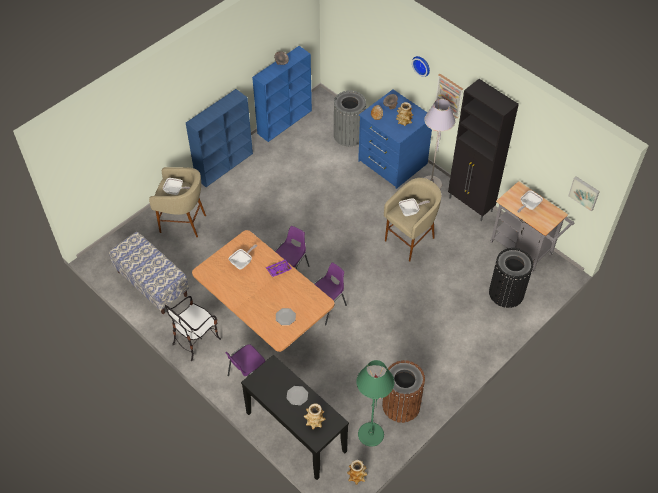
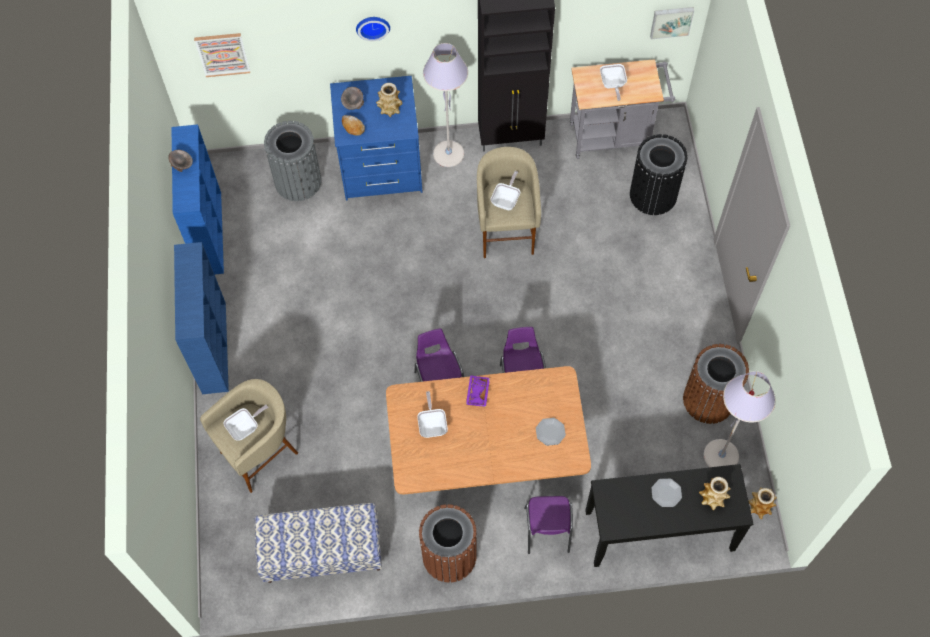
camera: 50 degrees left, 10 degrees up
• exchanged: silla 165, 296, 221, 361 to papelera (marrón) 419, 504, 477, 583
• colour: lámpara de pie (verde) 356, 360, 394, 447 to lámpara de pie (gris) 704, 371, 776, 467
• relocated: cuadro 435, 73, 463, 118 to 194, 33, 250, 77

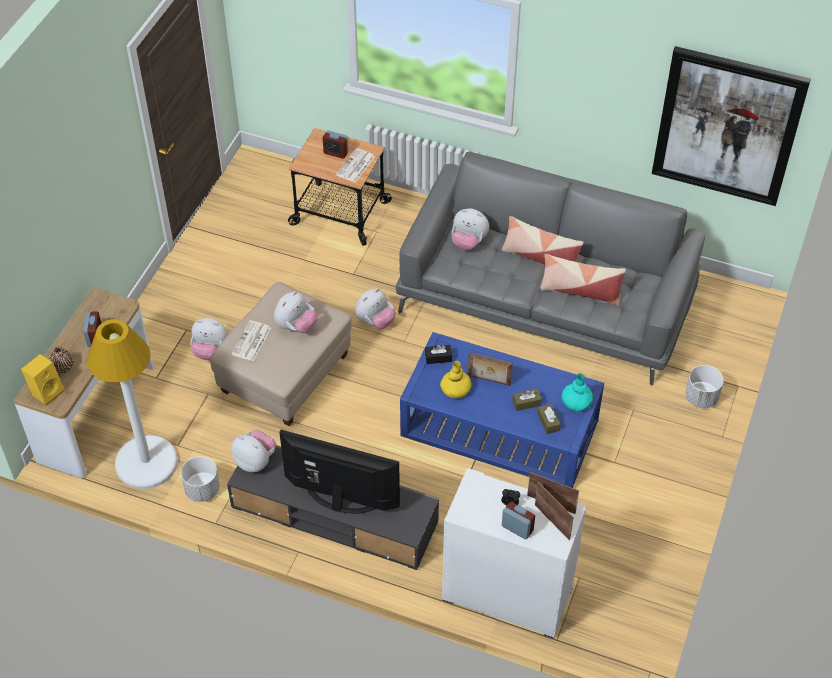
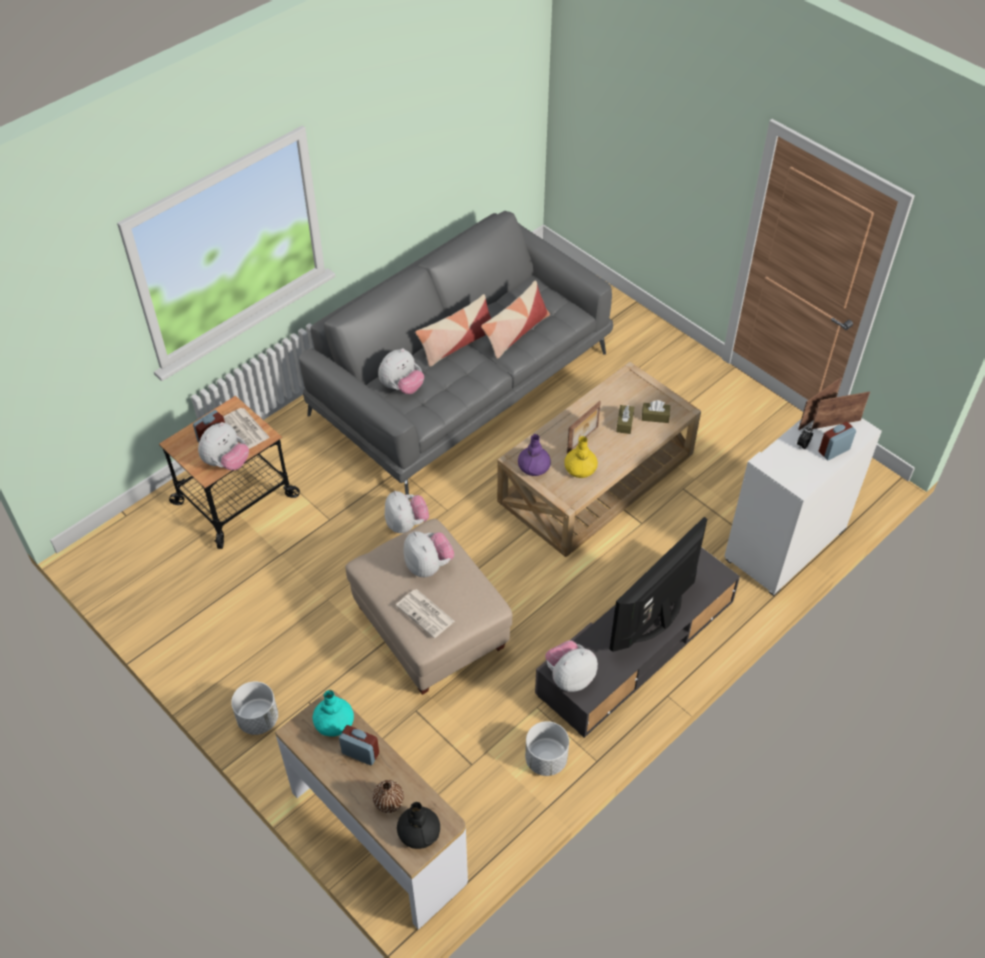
camera: 65 degrees left, 0 degrees up
• exchanged: altavoz (amarillo) 21, 354, 64, 406 to florero (negro) 397, 802, 440, 849
• missing: lámpara de pie (blanco) 87, 319, 178, 489
• relocated: peluche 190, 318, 228, 360 to 198, 422, 249, 470
• colour: mesa de centro (azul) 400, 332, 604, 488 to mesa de centro (beis) 497, 362, 701, 557
• exchanged: caja de pañuelos (negro) 425, 345, 452, 364 to florero (morado) 518, 434, 551, 476
• relocated: florero (turquesa) 561, 373, 593, 411 to 313, 690, 354, 737
• missing: cuadro 652, 46, 811, 206
• relocated: maceta (blanco) 685, 365, 724, 408 to 231, 681, 278, 735

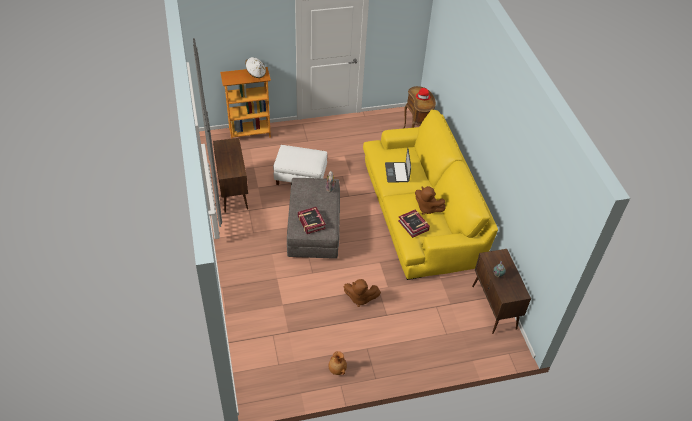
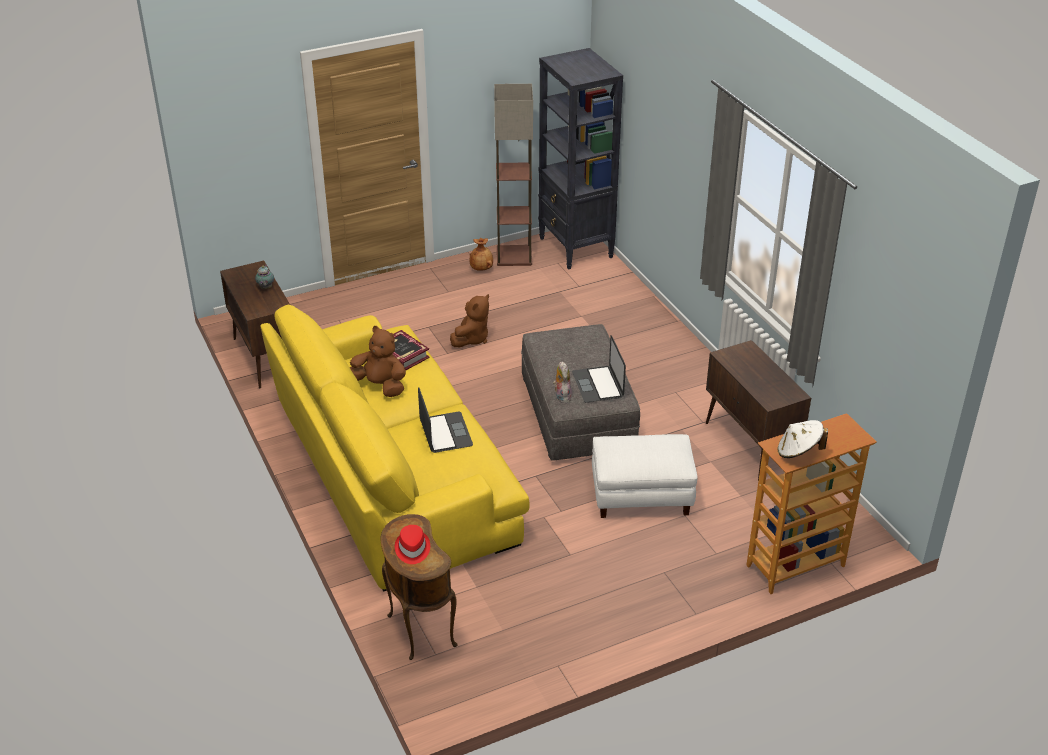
camera: 170 degrees right, 10 degrees down
• missing: libro 298, 207, 326, 234
• spun: peluche (marrón) 344, 279, 381, 307 = 450, 294, 489, 347 120 degrees clockwise
• appeared: lámpara de pie 494, 84, 533, 266
• appeared: estantería (negro) 538, 48, 623, 269
• appeared: portátil 572, 335, 626, 403

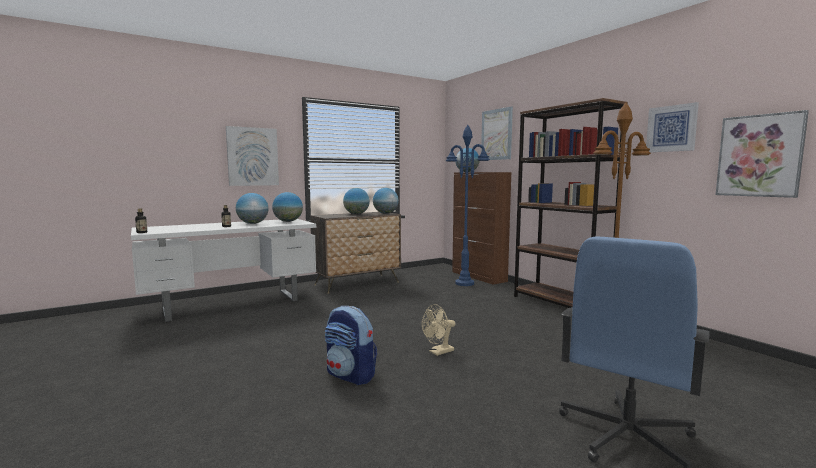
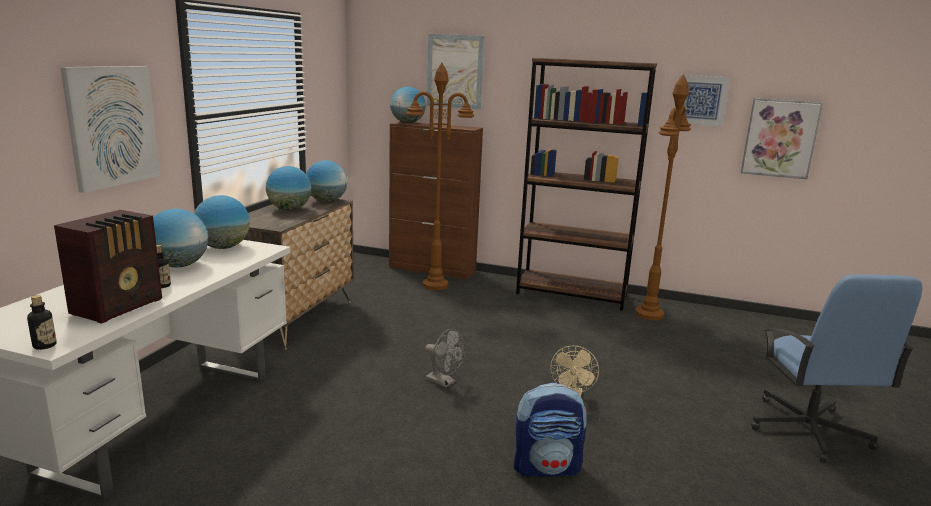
camera: 40 degrees left, 10 degrees up
• colour: lámpara de pie (azul) 446, 125, 490, 286 to lámpara de pie (marrón) 406, 63, 474, 290
• appeared: radio 54, 210, 162, 324
• appeared: ventilador (gris) 425, 329, 465, 388

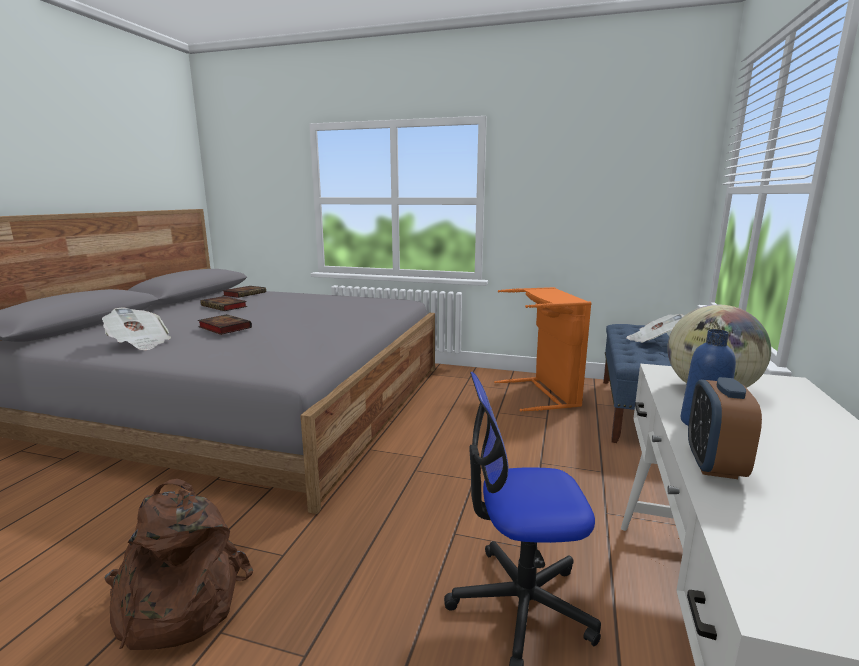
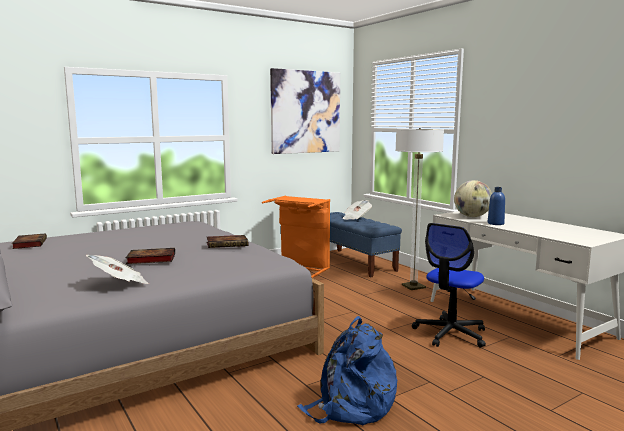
camera: 50 degrees left, 5 degrees down
• colour: mochila (marrón) 104, 479, 253, 650 to mochila (azul) 297, 316, 397, 425
• relocated: libro 200, 296, 247, 311 to 207, 235, 248, 248
• missing: despertador 688, 377, 762, 479
• appeared: cuadro 270, 68, 340, 154
• appeared: lámpara de pie 395, 128, 444, 290

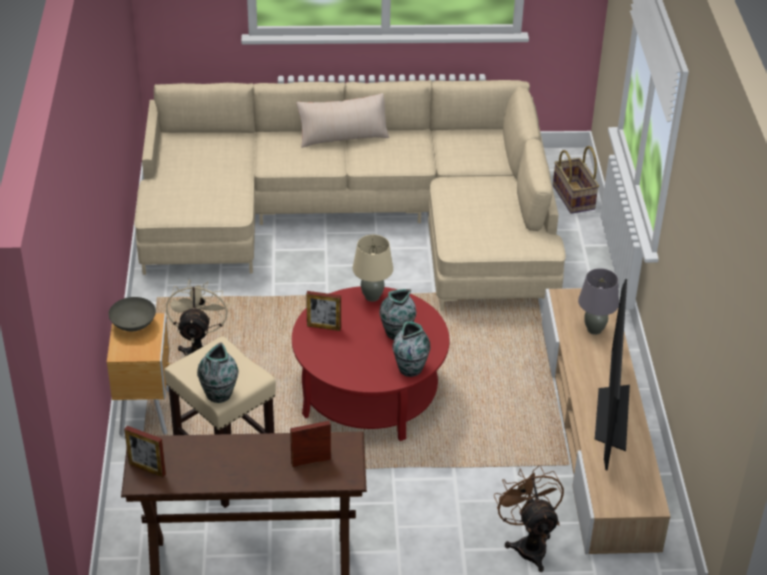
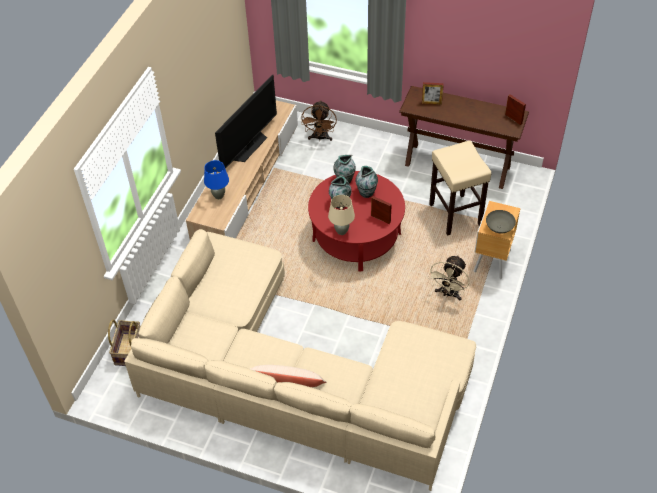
camera: 155 degrees left, 10 degrees up
• relocated: florero 197, 342, 239, 403 to 355, 166, 378, 198
• colour: lámpara de mesa (gris) 578, 268, 619, 335 to lámpara de mesa (azul) 204, 160, 229, 199

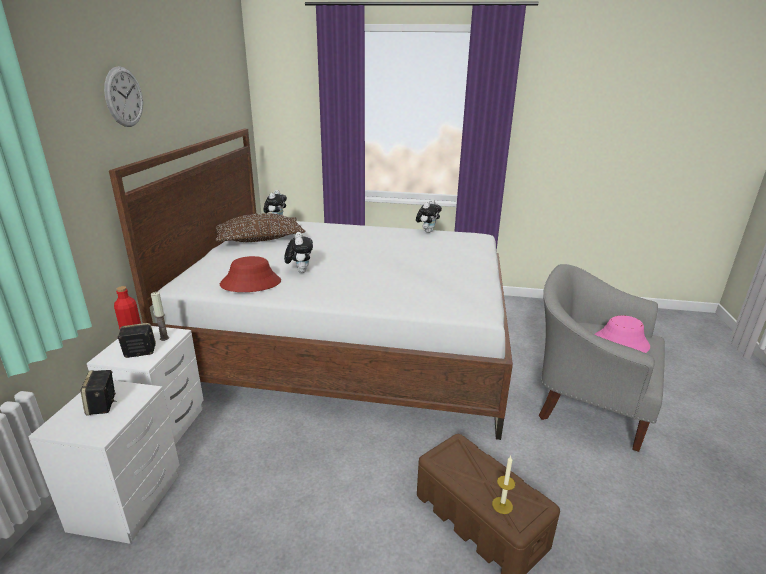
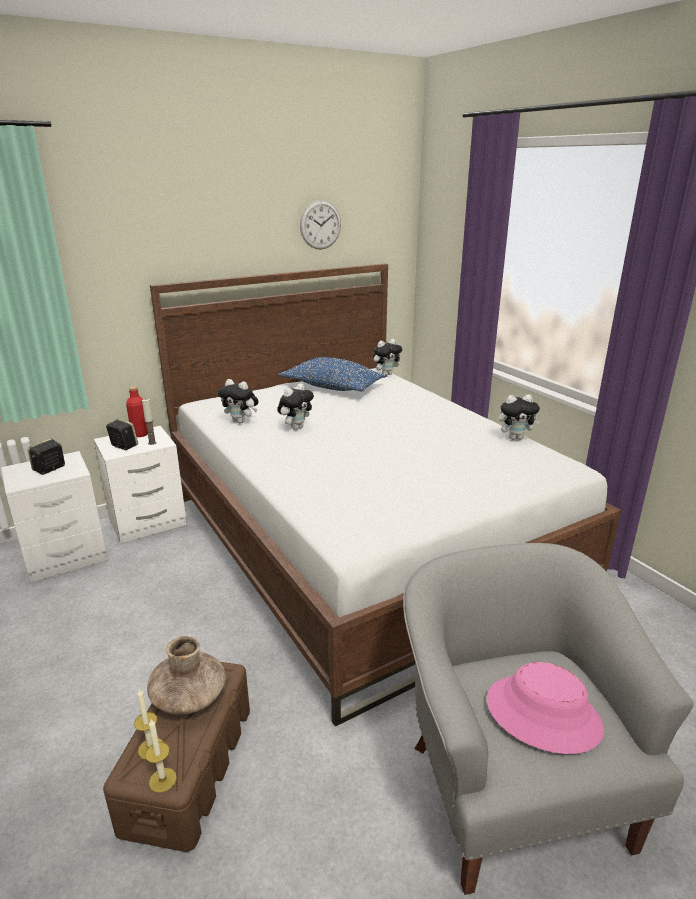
camera: 50 degrees right, 0 degrees up
• relocated: reloj de pared 104, 66, 143, 127 to 300, 200, 341, 250
• colour: cojín (marrón) 215, 213, 306, 242 to cojín (azul) 278, 357, 388, 392
• exchanged: sombrero (rojo) 220, 256, 281, 292 to peluche 218, 379, 259, 424
• appeared: vela 145, 719, 177, 793
• appeared: florero (marrón) 147, 636, 226, 714

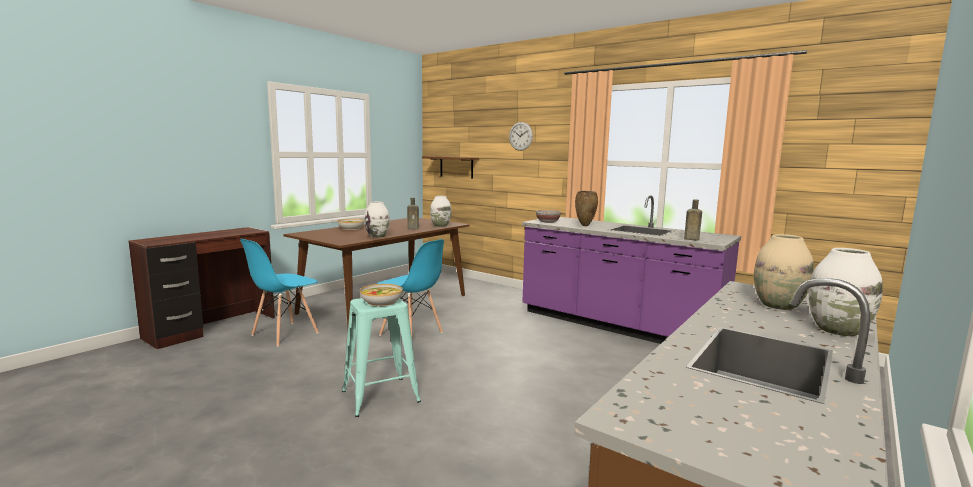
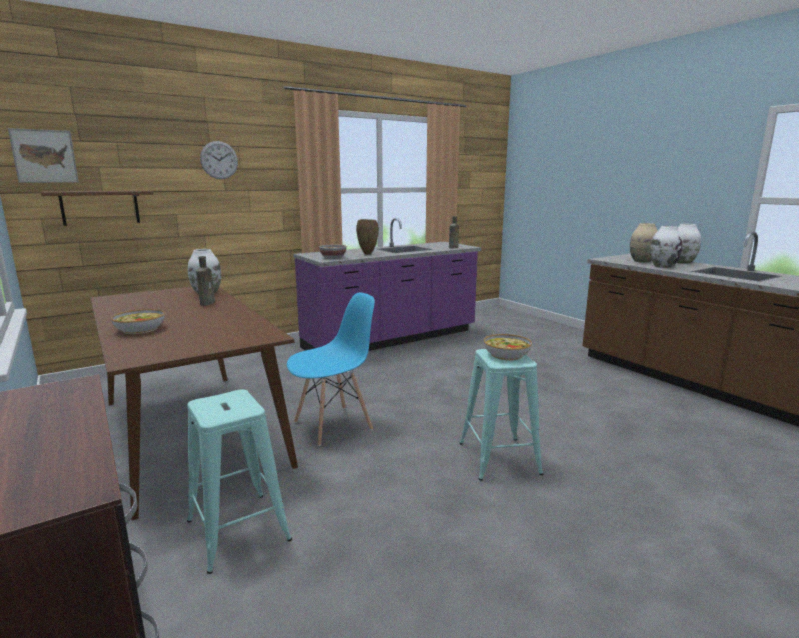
camera: 70 degrees left, 5 degrees up
• exchanged: silla (azul) 240, 239, 319, 347 to taburete (turquesa) 187, 389, 292, 574
• relocated: florero (blanco) 364, 202, 390, 238 to 650, 226, 683, 268
• appeared: cuadro 8, 128, 79, 183

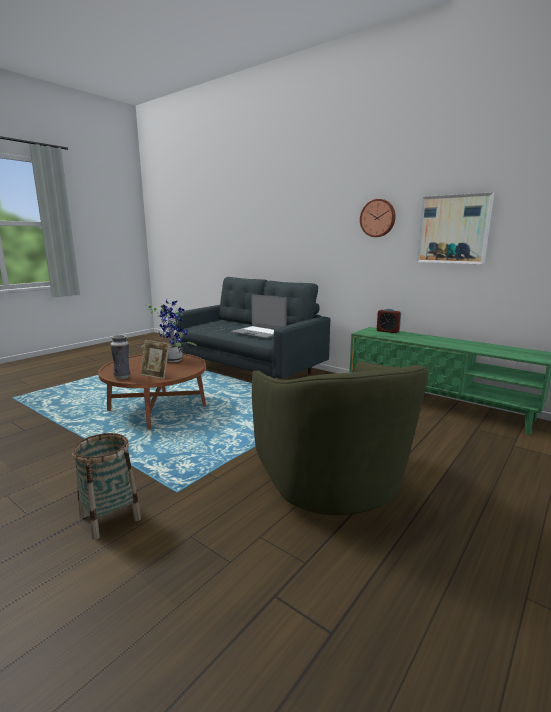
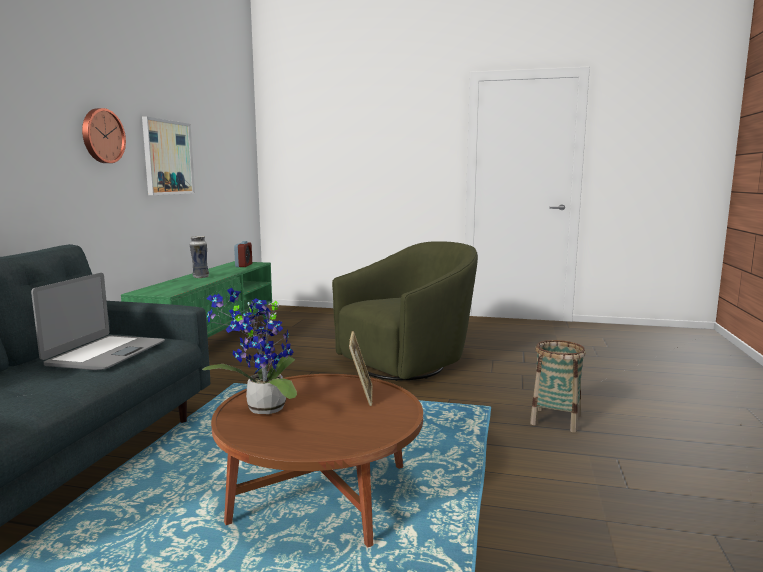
camera: 115 degrees left, 5 degrees down
• relocated: florero 111, 335, 131, 379 to 190, 236, 209, 278
• relocated: despertador 377, 308, 401, 333 to 234, 241, 252, 267

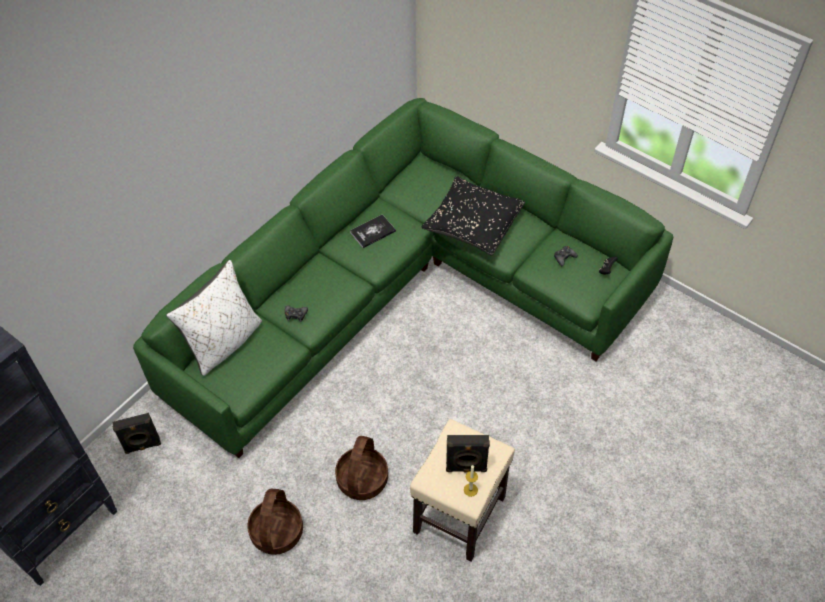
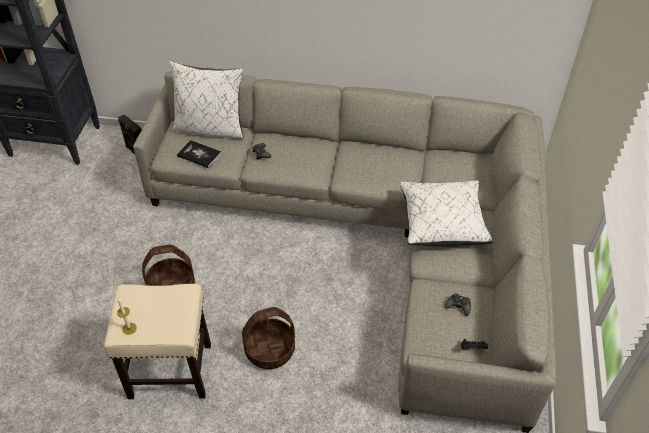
camera: 60 degrees right, 5 degrees down
• colour: sofá (verde) 133, 98, 673, 458 to sofá (gris) 133, 71, 556, 433
• relocated: cesta 247, 489, 303, 555 to 242, 307, 295, 369
• relocated: libro 350, 214, 396, 248 to 177, 140, 222, 168
• colour: cojín (negro) 421, 176, 525, 255 to cojín (blanco) 400, 181, 493, 247
• missing: altavoz (negro) 446, 435, 490, 472

